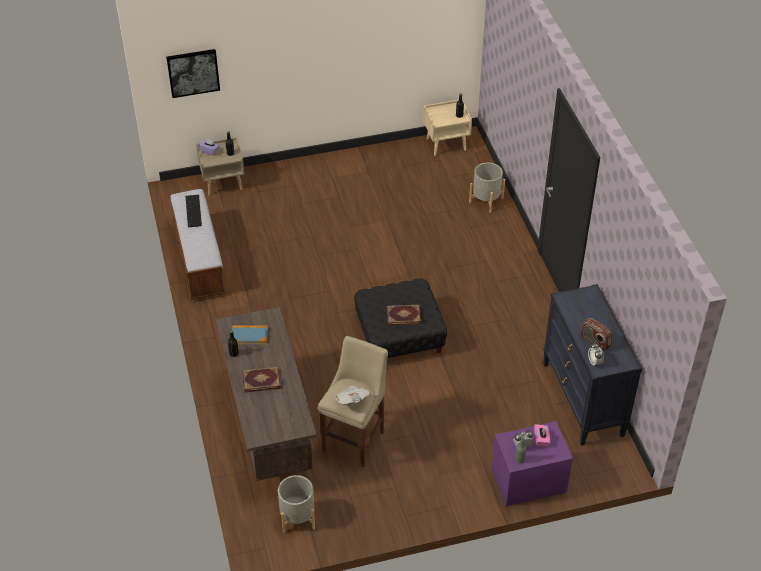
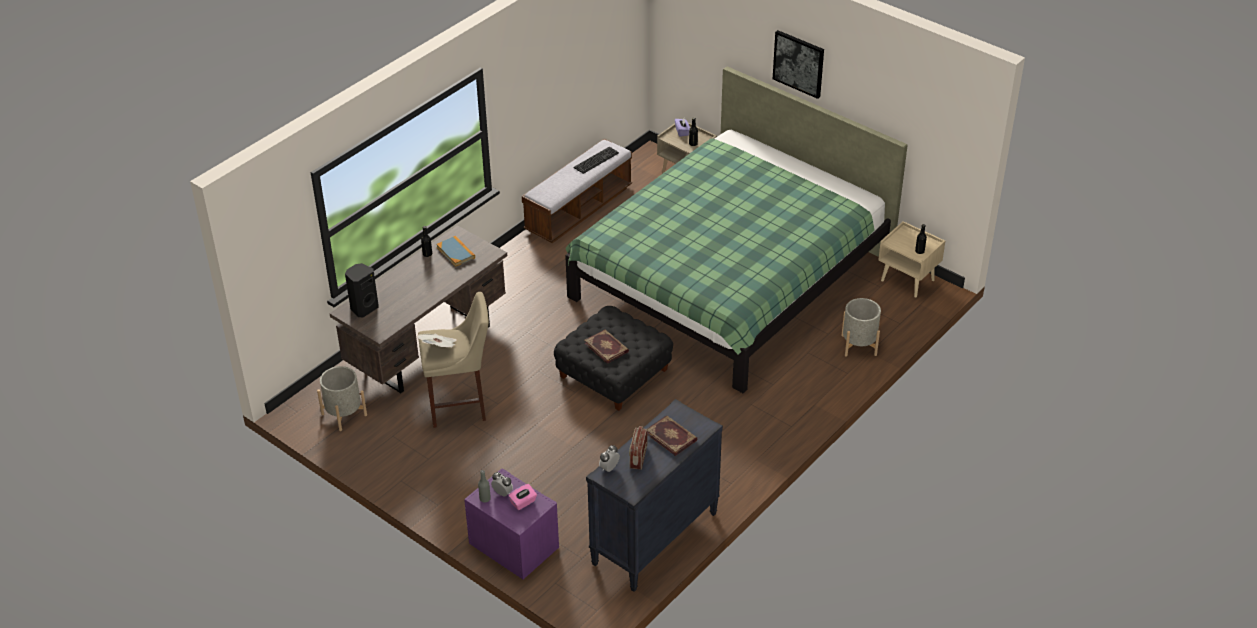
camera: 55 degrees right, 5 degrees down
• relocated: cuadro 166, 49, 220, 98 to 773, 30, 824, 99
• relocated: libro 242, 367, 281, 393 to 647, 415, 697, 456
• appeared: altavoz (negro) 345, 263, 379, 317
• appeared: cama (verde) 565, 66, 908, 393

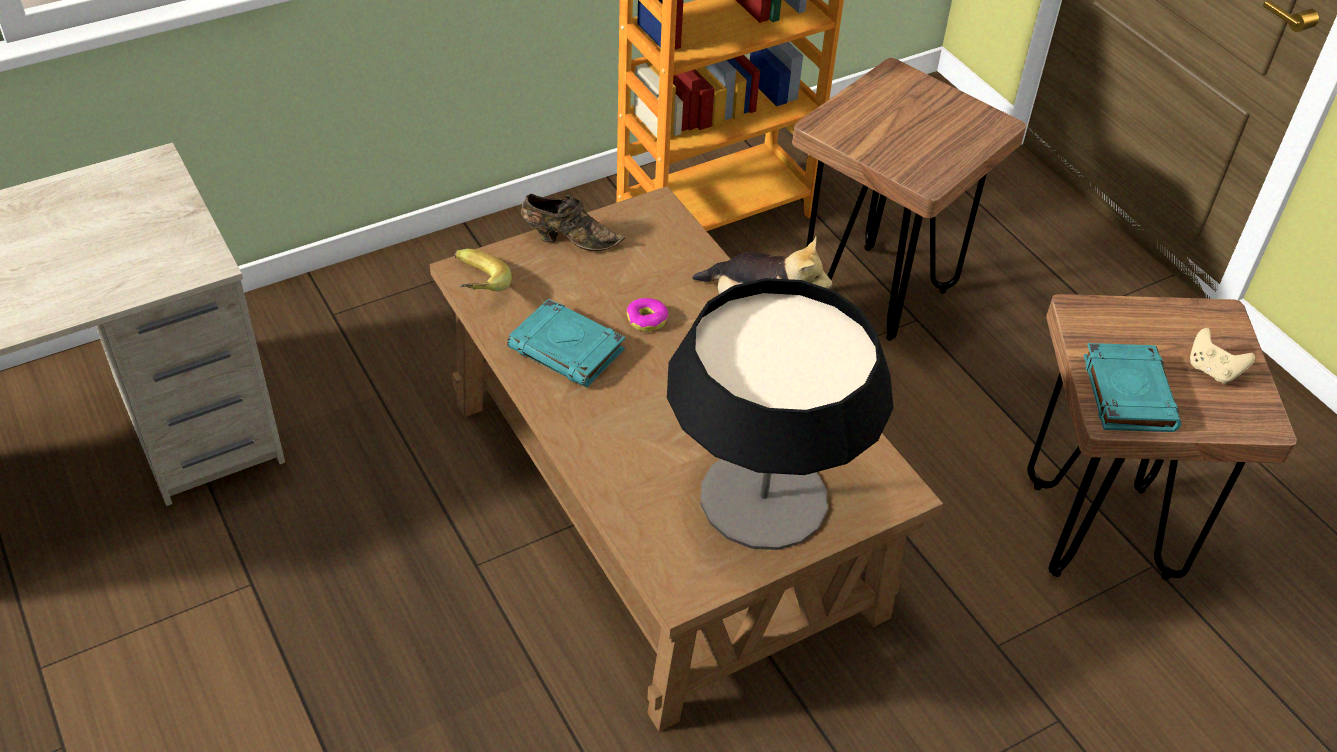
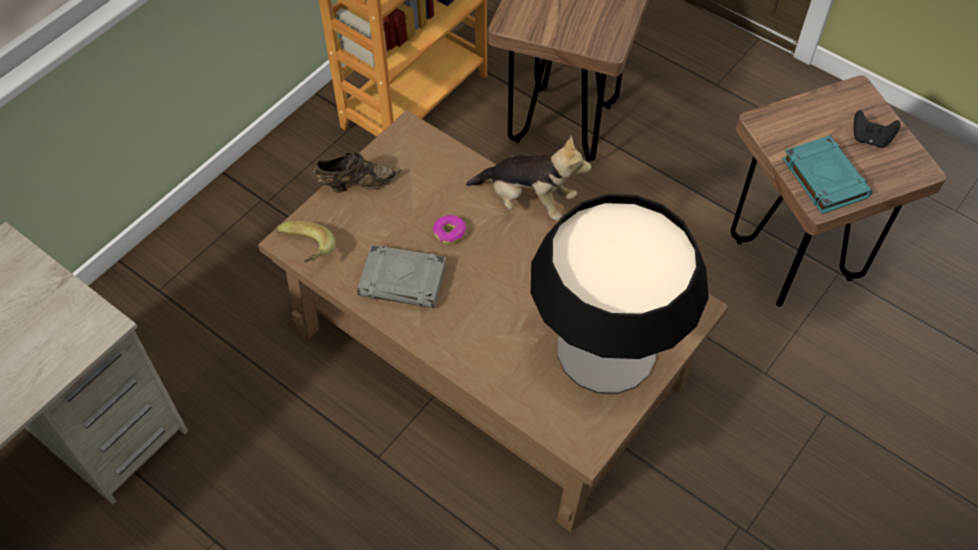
camera: 20 degrees left, 10 degrees up
• colour: libro (turquesa) 507, 299, 625, 387 to libro (gris) 357, 245, 446, 308
• colour: mando de consola (beis) 1190, 328, 1255, 384 to mando de consola (negro) 854, 110, 900, 148

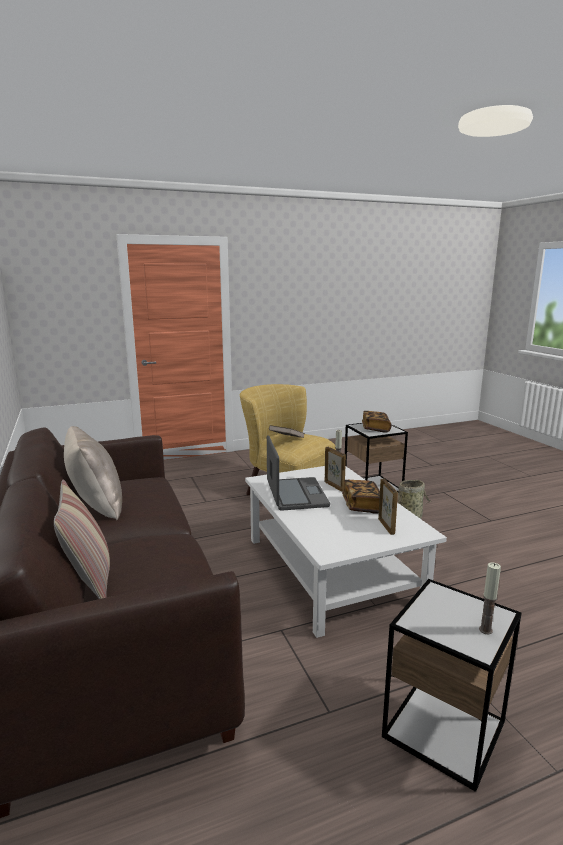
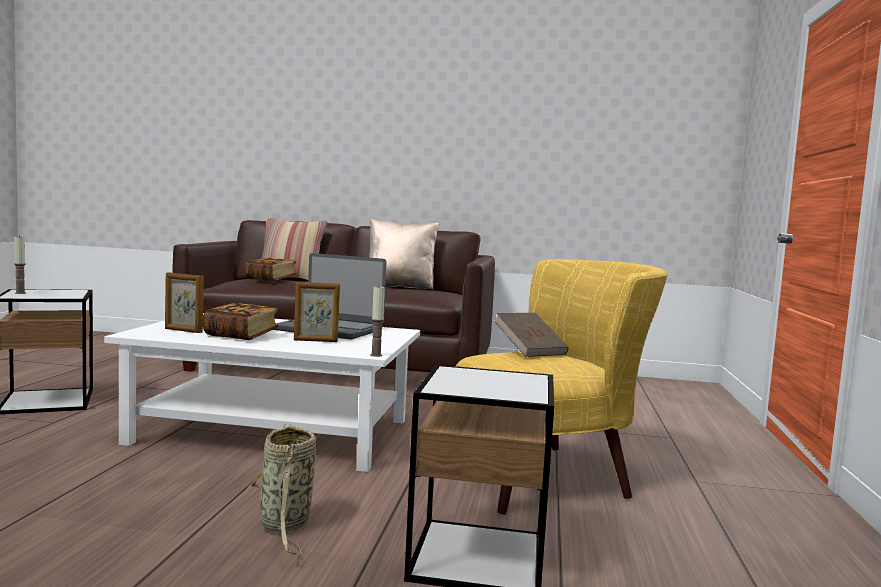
camera: 120 degrees right, 10 degrees down
• relocated: libro 362, 411, 391, 433 to 244, 258, 297, 281

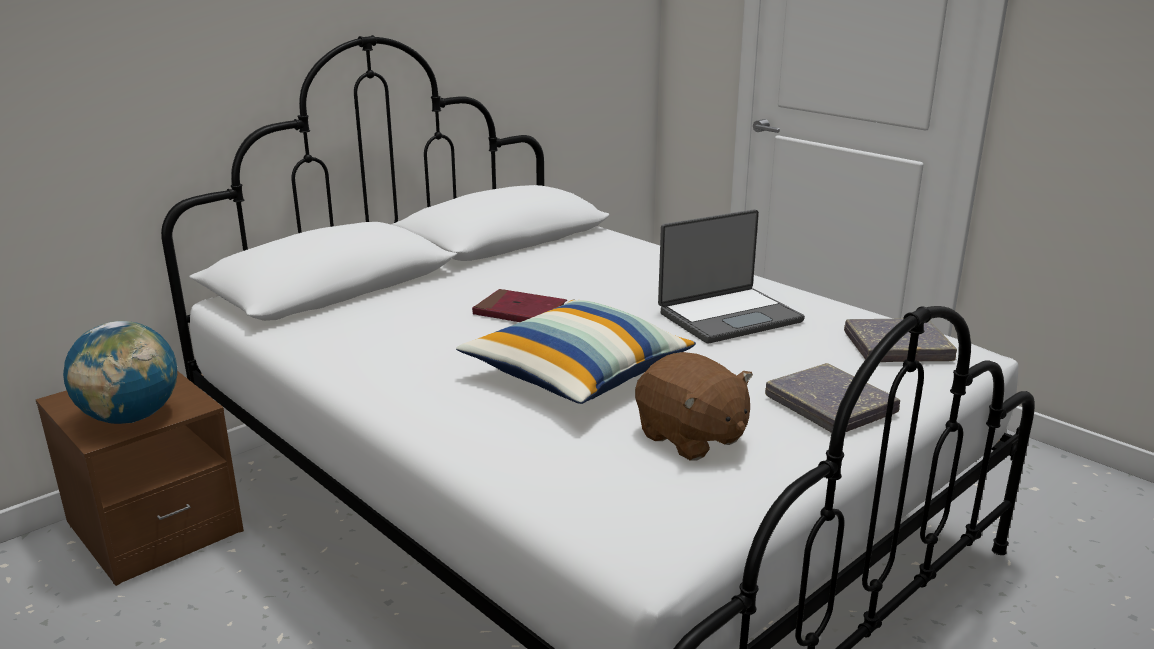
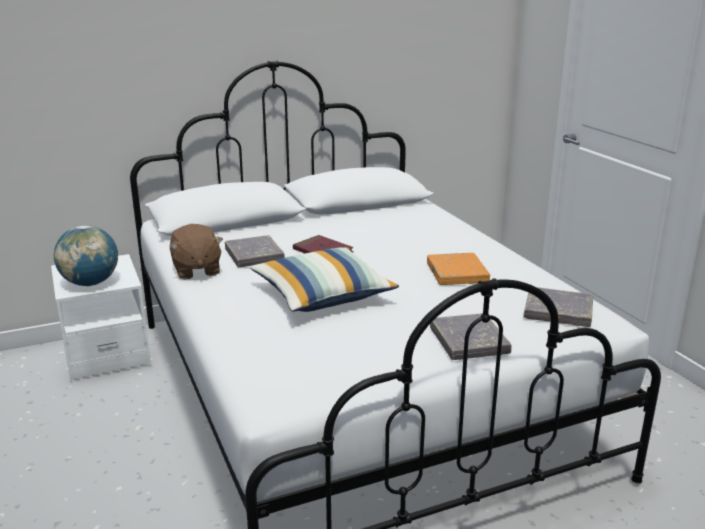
camera: 20 degrees right, 0 degrees up
• colour: mesita de noche (marrón) 36, 371, 244, 586 to mesita de noche (blanco) 51, 254, 151, 380
• relocated: peluche (marrón) 635, 352, 753, 461 to 169, 224, 223, 279
• exchanged: portátil 658, 209, 805, 344 to libro (naranja) 427, 253, 490, 285
• appeared: libro (gris) 225, 235, 285, 267

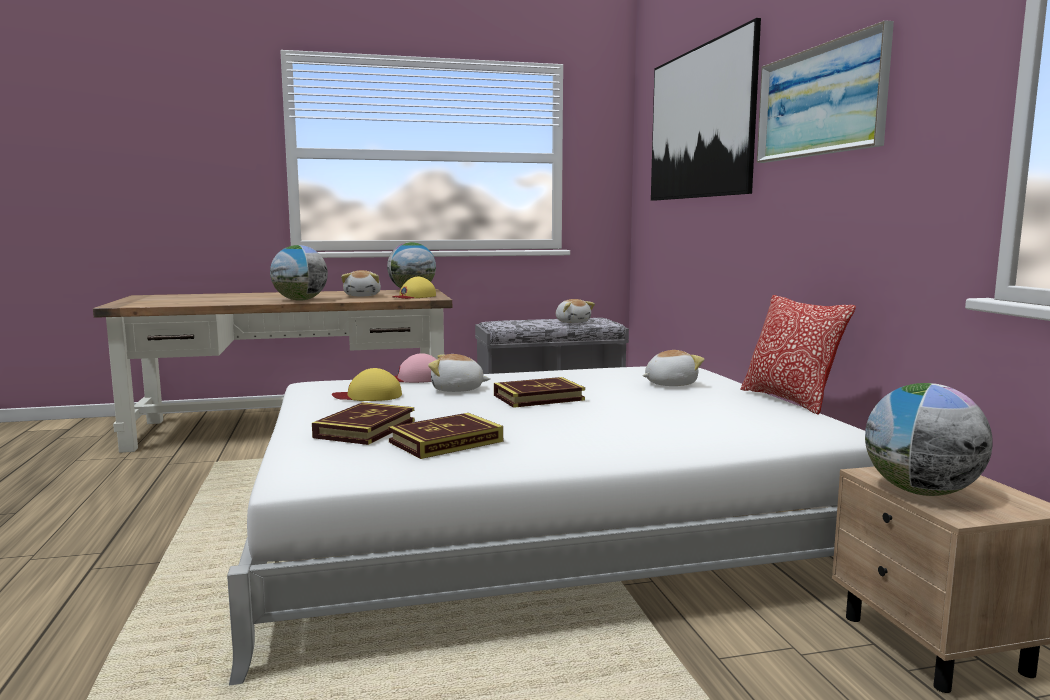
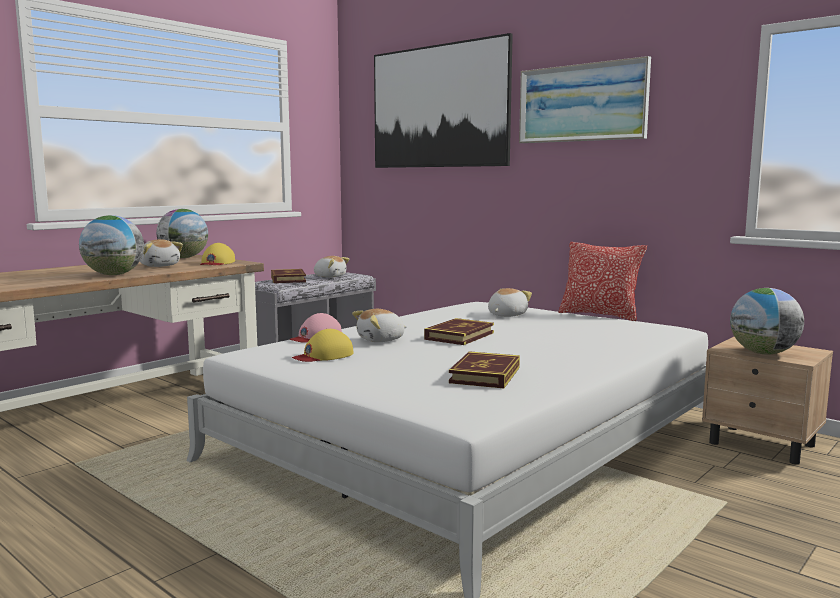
camera: 35 degrees left, 0 degrees up
• relocated: libro 312, 402, 415, 445 to 271, 269, 306, 283

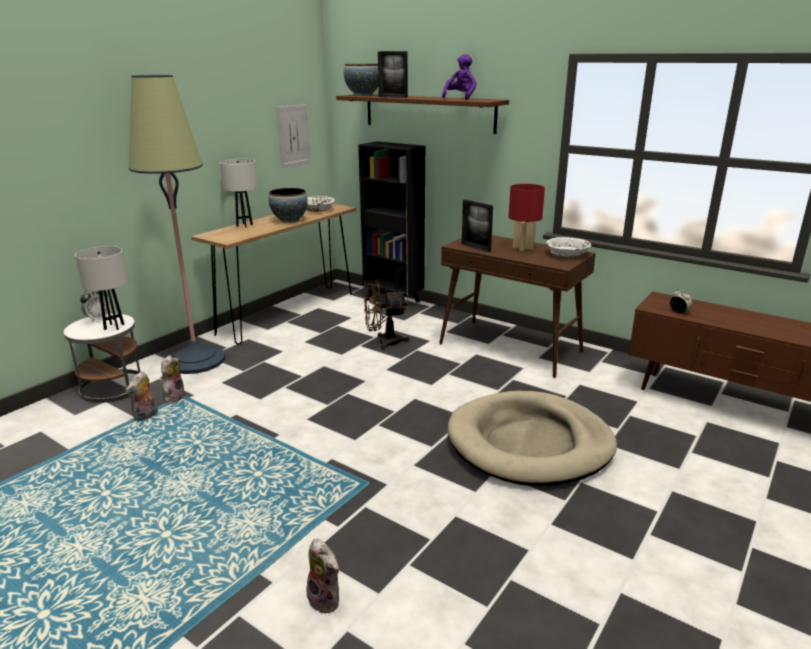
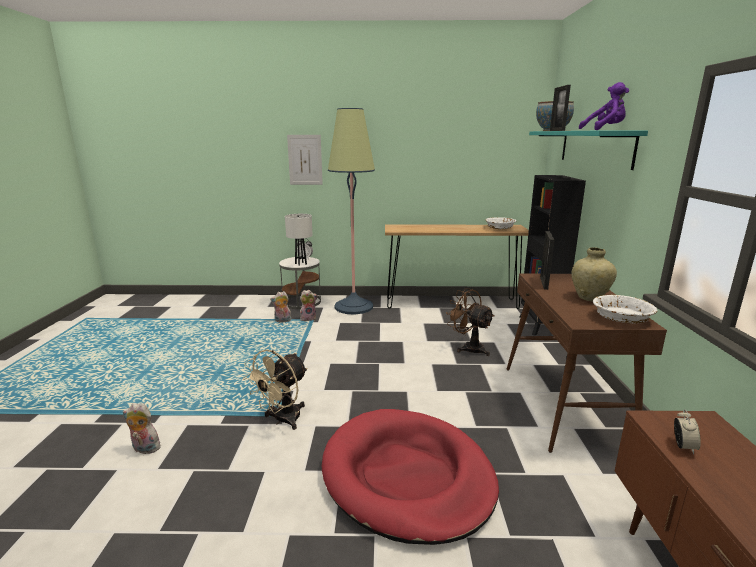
camera: 55 degrees right, 5 degrees down
• missing: lámpara de mesa (blanco) 220, 159, 258, 227
• missing: cuenco 269, 188, 308, 223
• relocated: cuadro 277, 104, 310, 168 to 287, 135, 323, 185
• spun: peluche 305, 538, 340, 614 = 123, 403, 161, 454 90 degrees clockwise
• colour: estante (marrón) 336, 94, 509, 134 to estante (turquesa) 529, 130, 648, 170
• colour: cama para perro (beis) 448, 391, 617, 486 to cama para perro (rojo) 322, 409, 499, 545
• exchanged: lámpara de mesa (rojo) 509, 184, 545, 251 to florero (beis) 571, 247, 617, 301
• appeared: ventilador (beis) 243, 349, 308, 430

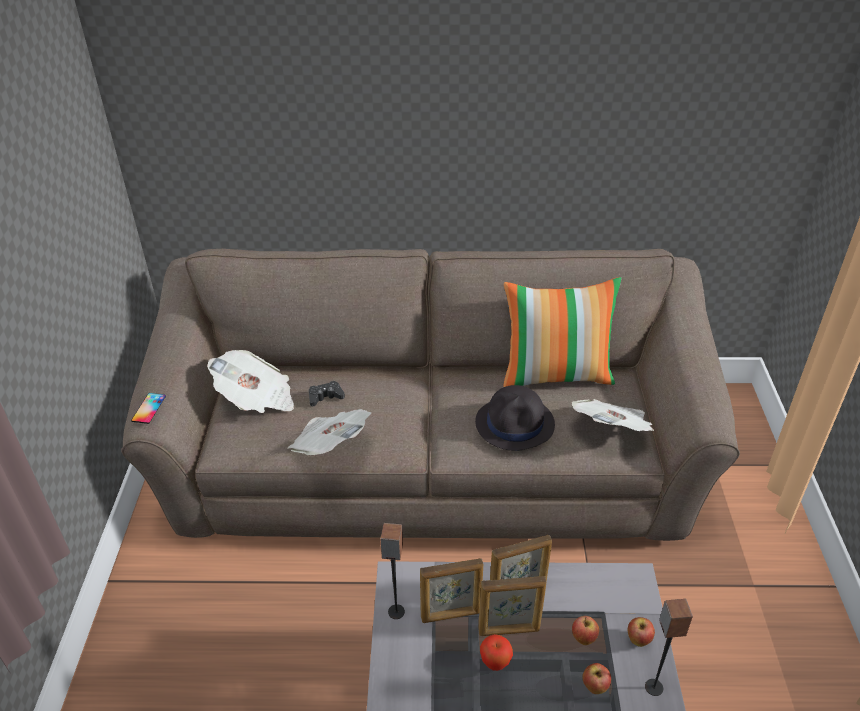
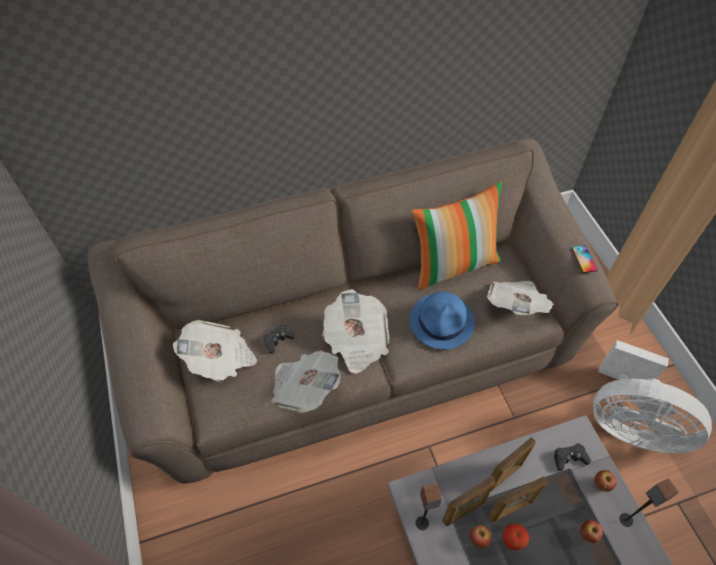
camera: 20 degrees left, 15 degrees up
• relocated: móvil 131, 393, 166, 424 to 572, 245, 597, 273
• colour: sombrero (negro) 475, 385, 555, 451 to sombrero (azul) 409, 292, 475, 349
• relocated: manzana 572, 616, 599, 645 to 470, 525, 492, 548
• appeared: periódico 322, 289, 389, 374
• appeared: mando de consola (negro) 554, 443, 591, 471
• appeared: ventilador (blanco) 593, 340, 712, 453

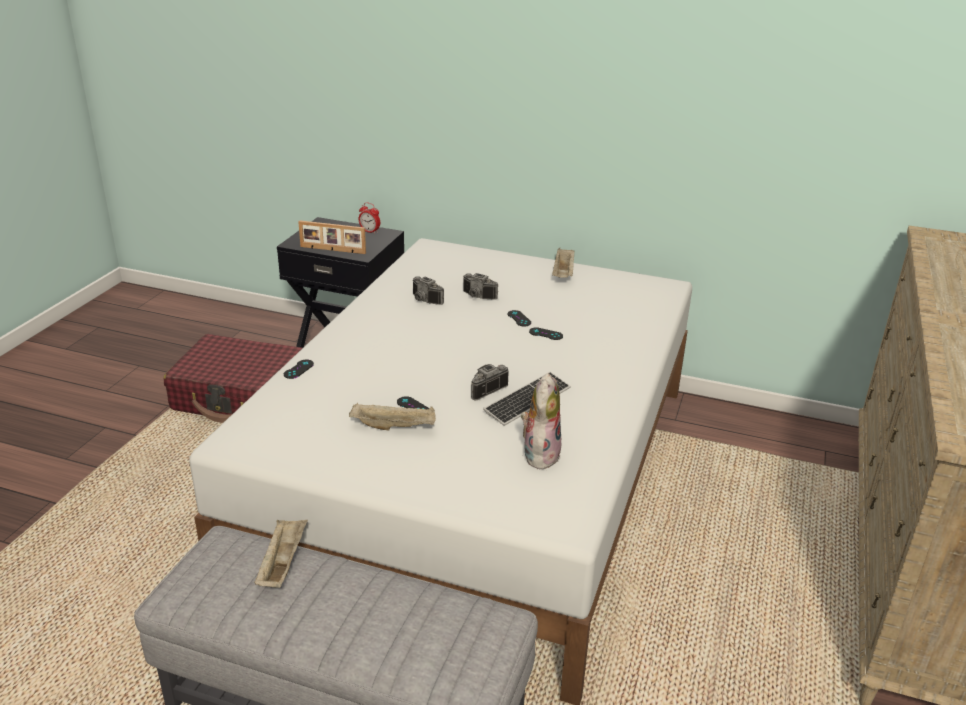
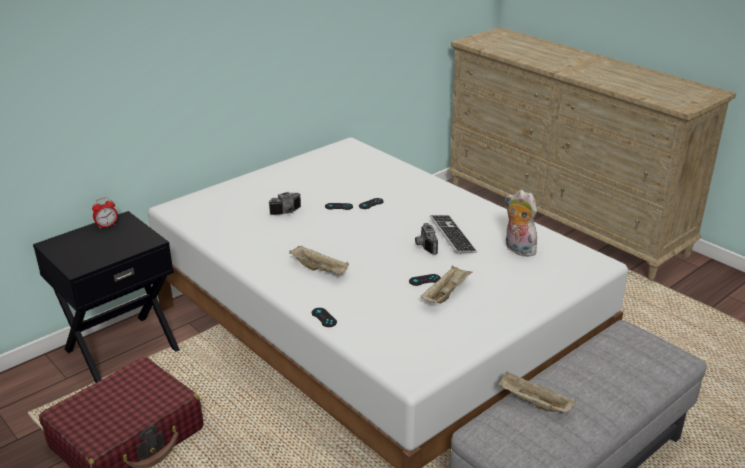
camera: 60 degrees left, 0 degrees up
• missing: portarretratos 298, 220, 366, 254
• missing: cámara 413, 276, 444, 305
• relocated: bandeja (beis) 552, 248, 575, 278 to 289, 245, 349, 274

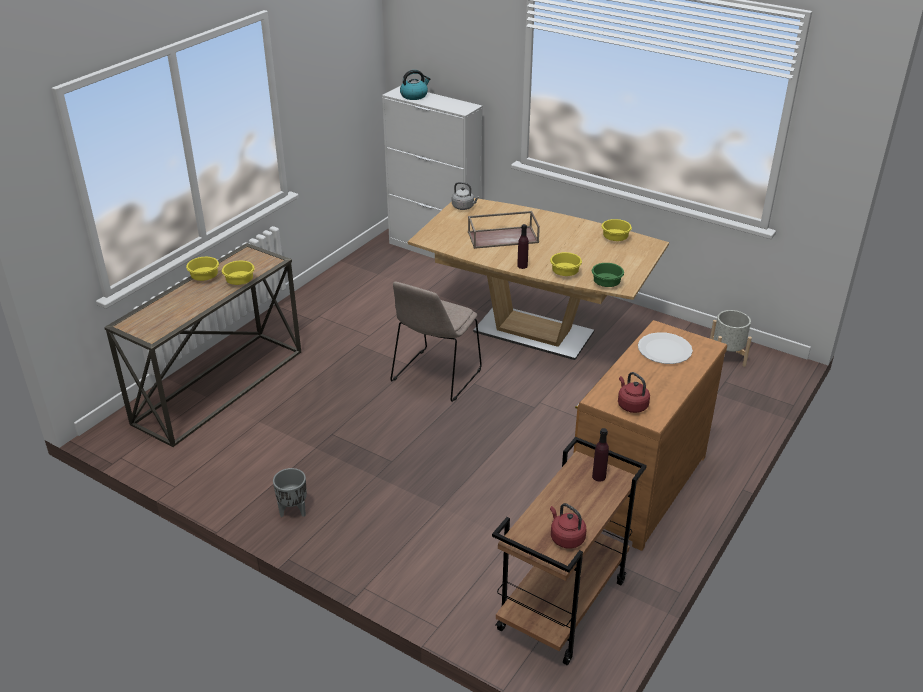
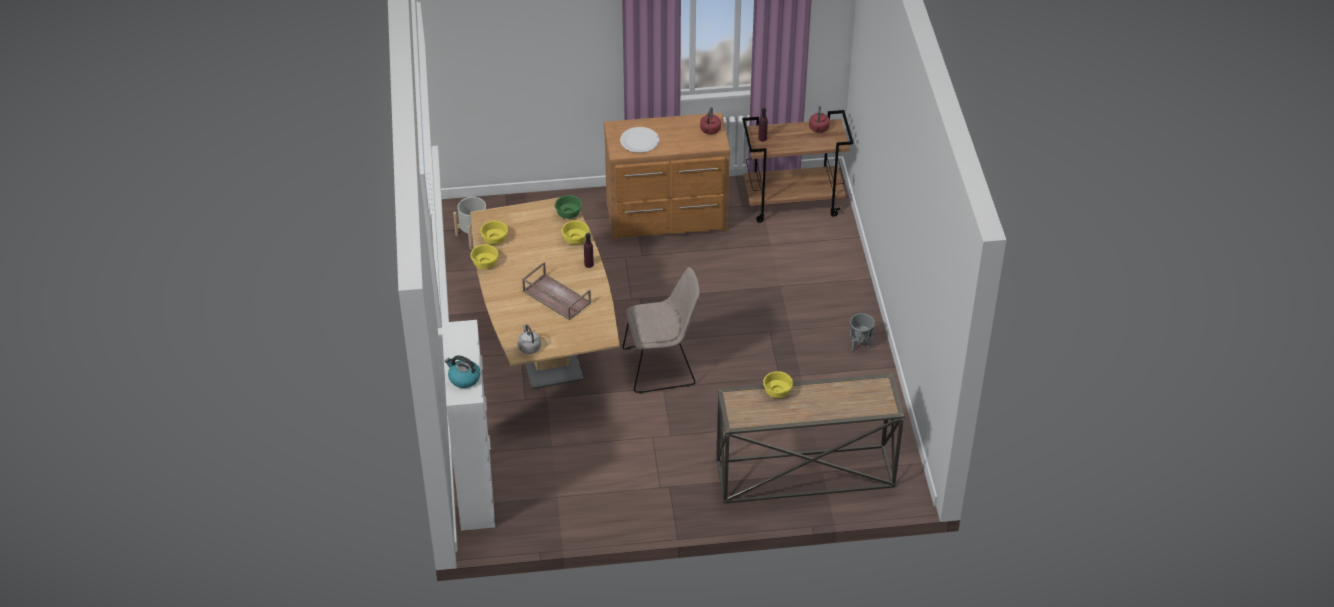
camera: 130 degrees left, 10 degrees up
• relocated: cuenco (amarillo) 186, 257, 219, 281 to 470, 244, 499, 269

